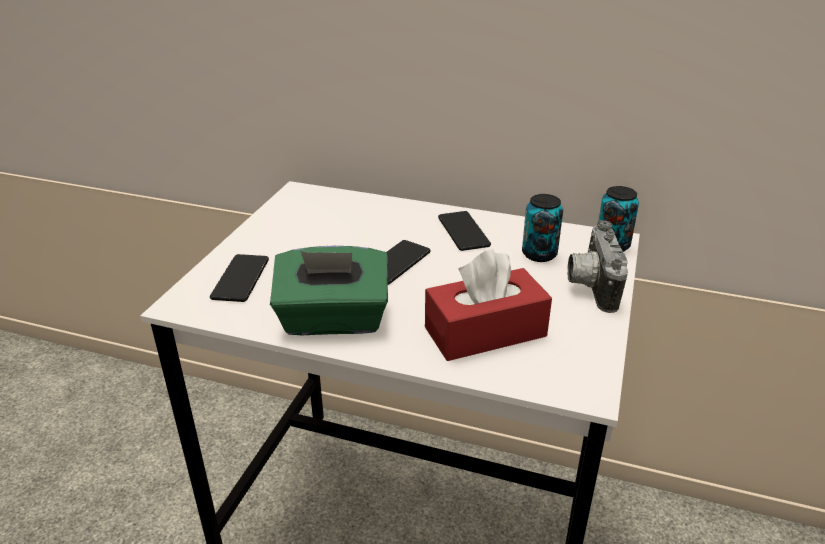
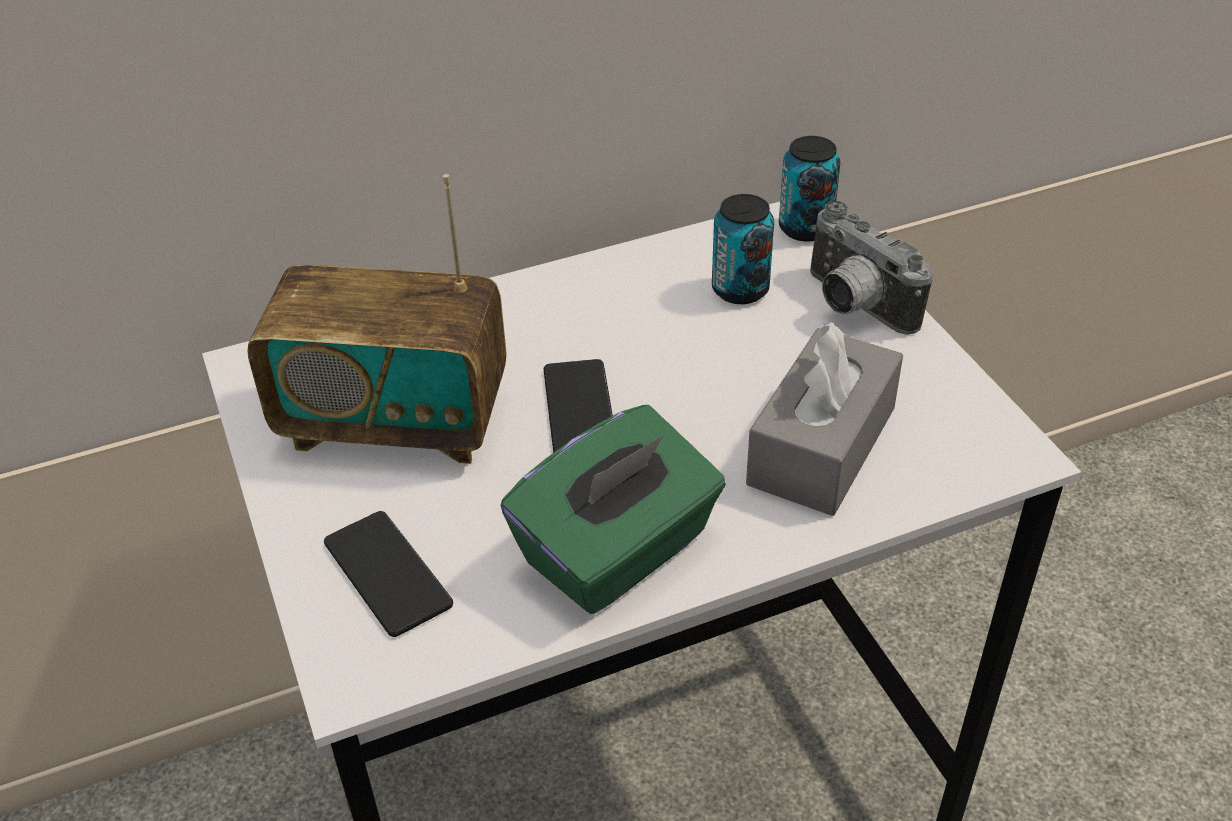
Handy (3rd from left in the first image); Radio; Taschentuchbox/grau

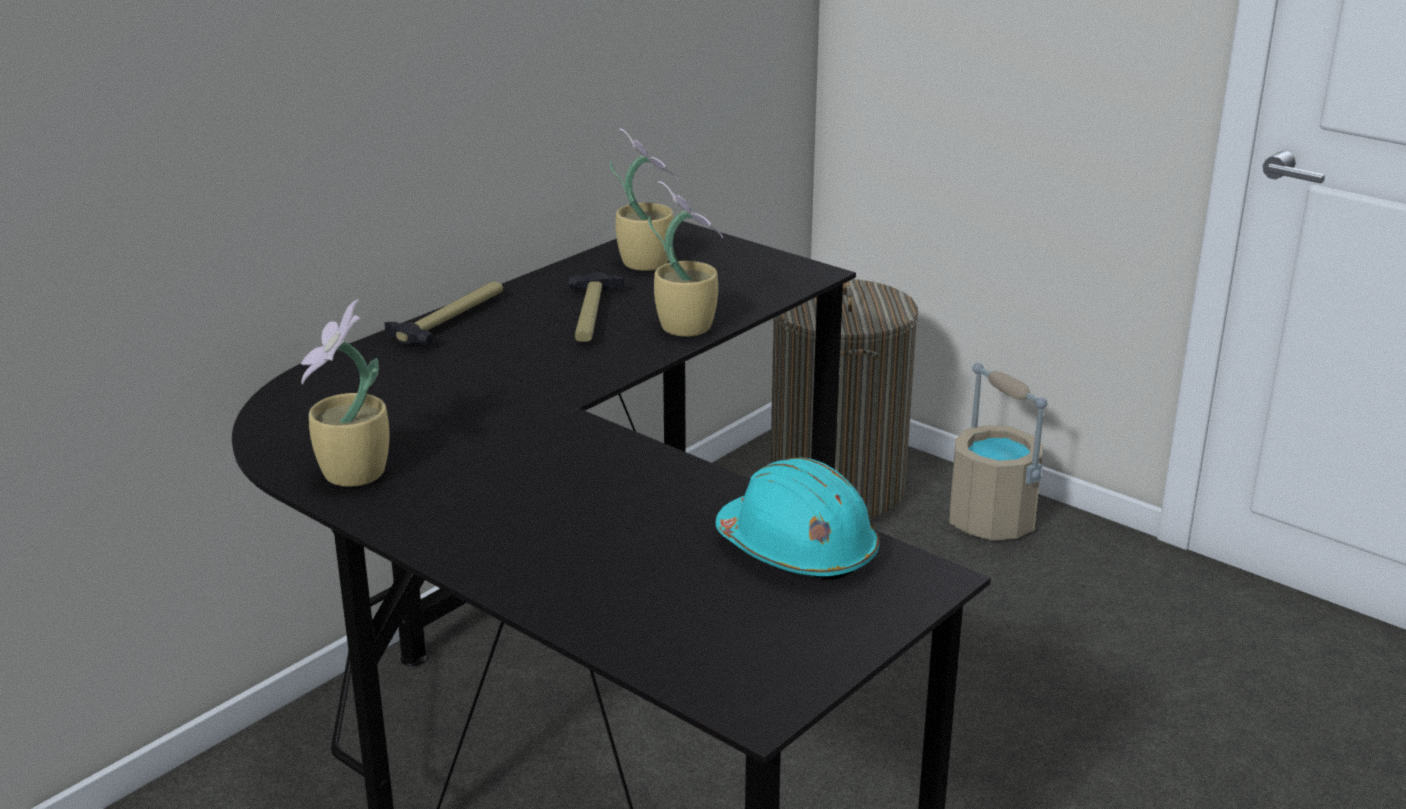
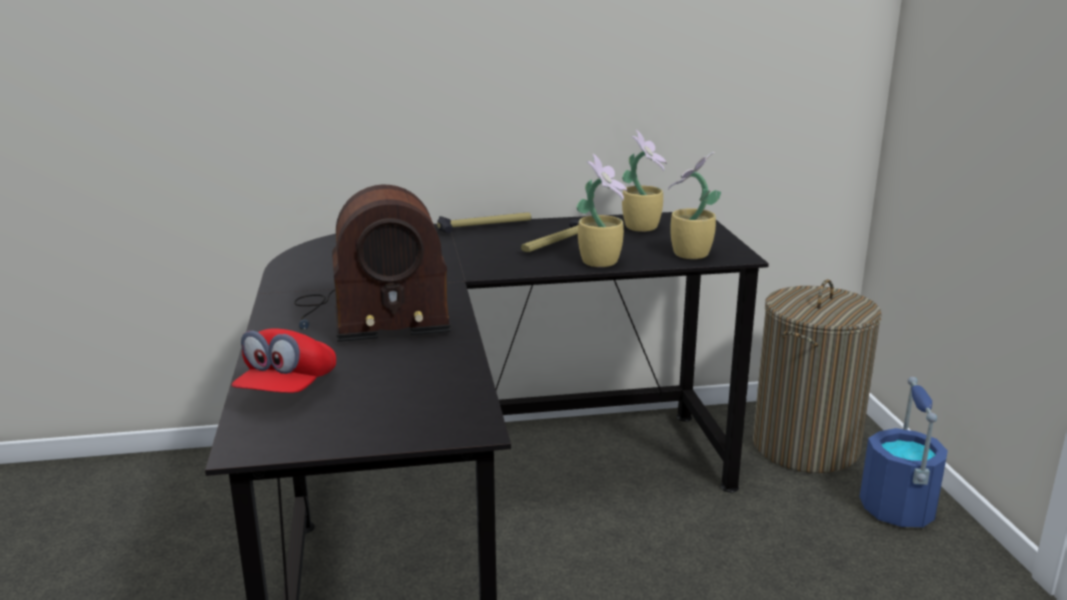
Schutzhelm/türkis; Kappe/rot; Radio; Topfpflanze (3rd from left); Eimer/blau

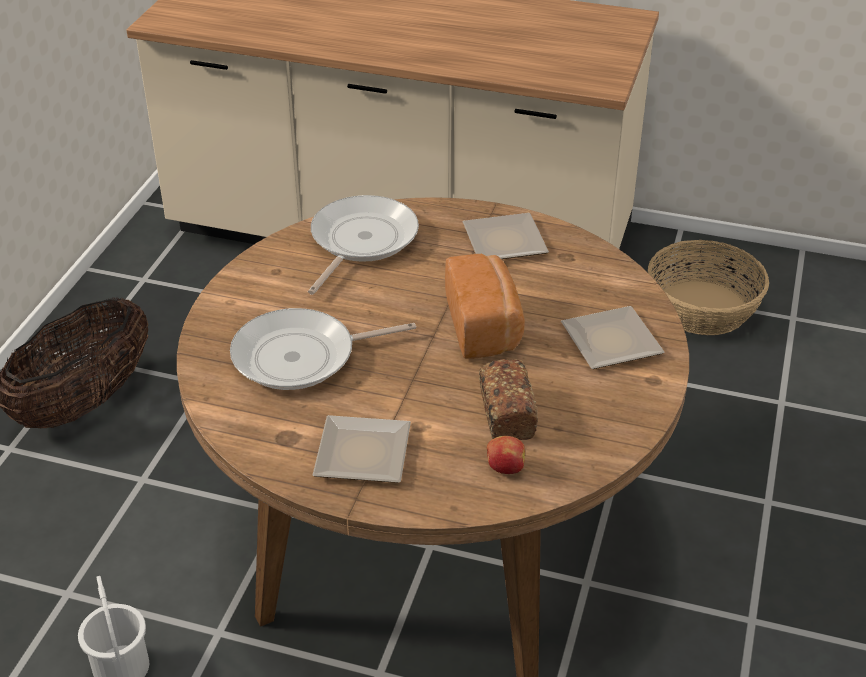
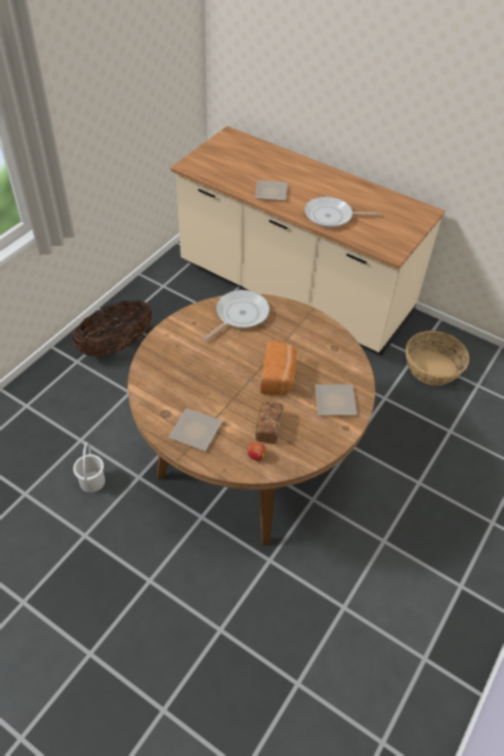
Pfanne (2nd from left); Teller (2nd from left)

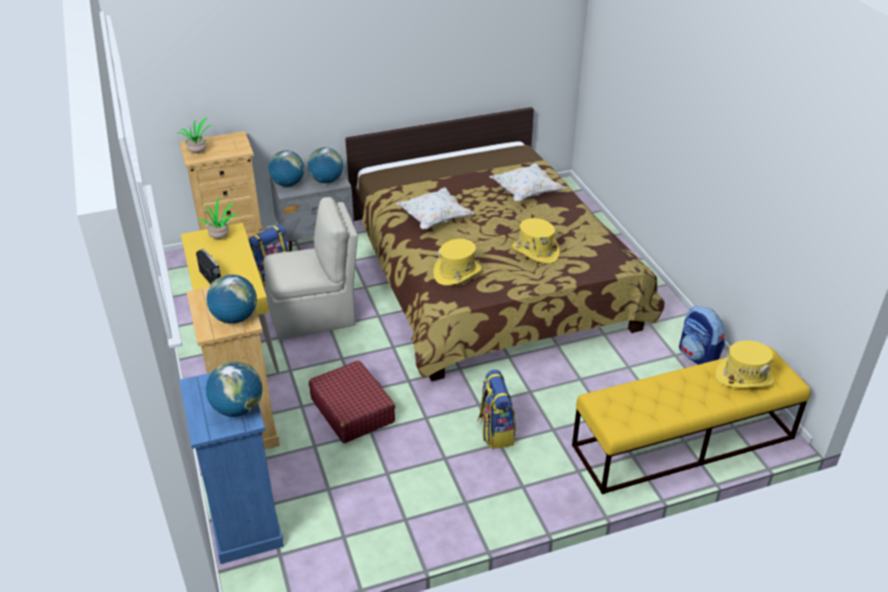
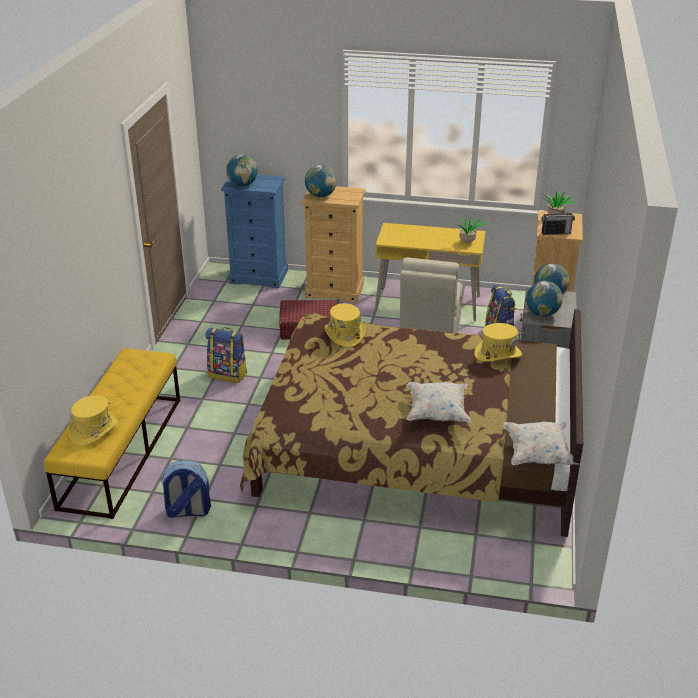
Radio; Kissen/weiß (2nd from left); Hut/gelb (3rd from left)

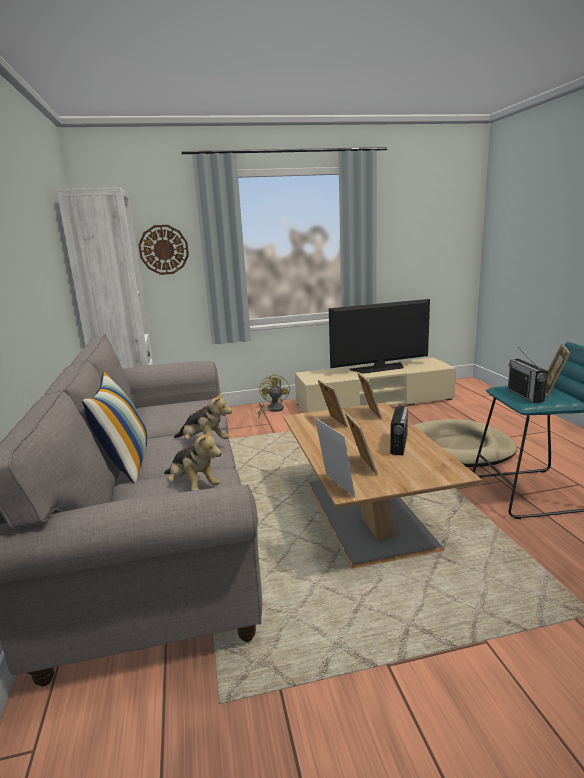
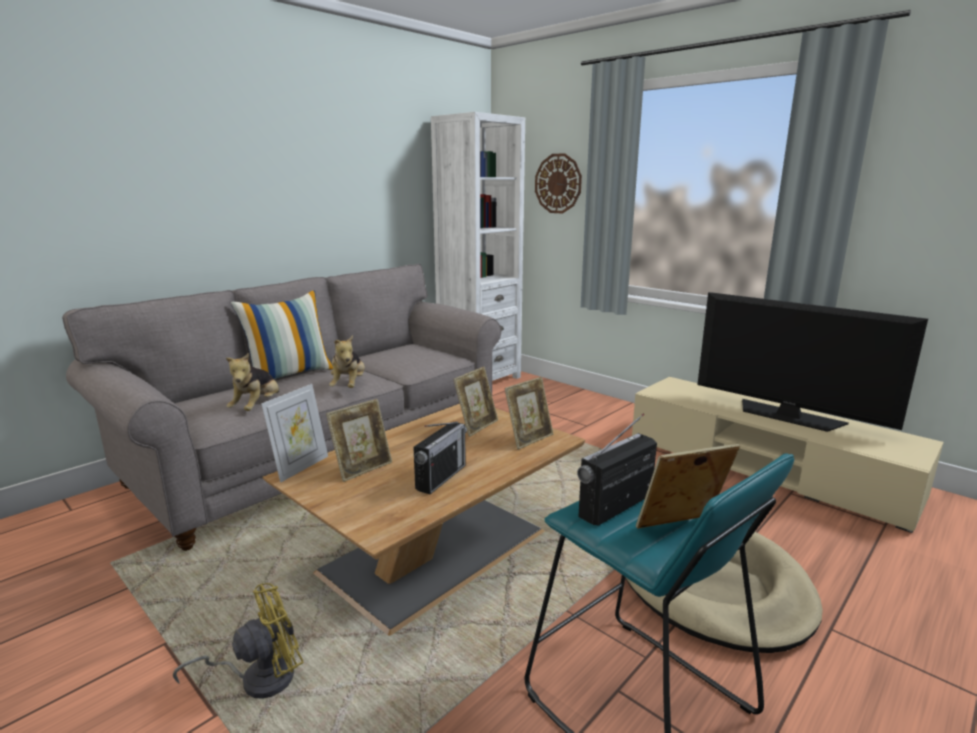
Ventilator/gelb; Radio (1st from left)

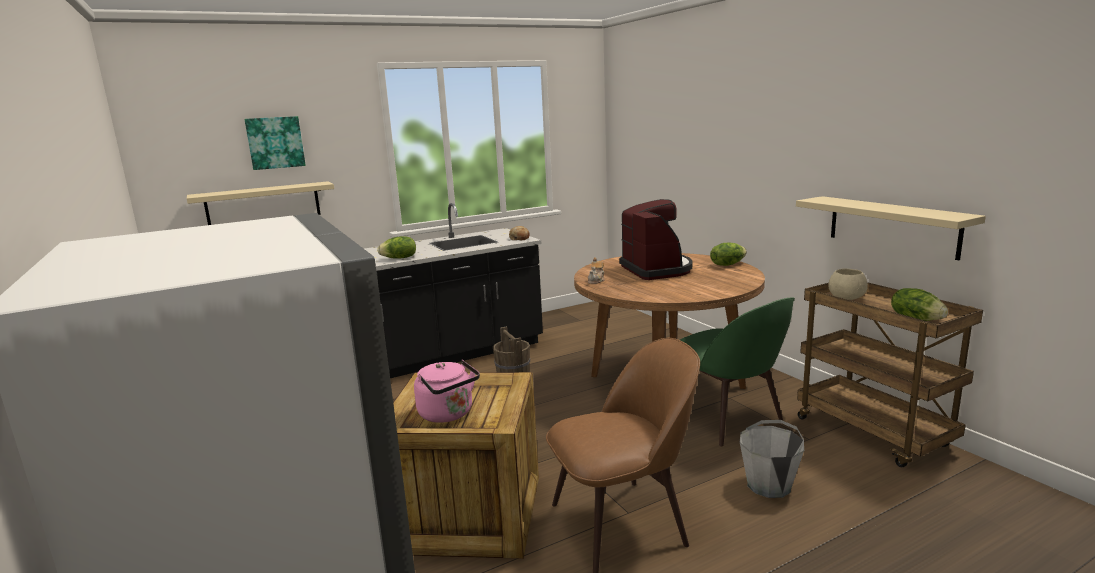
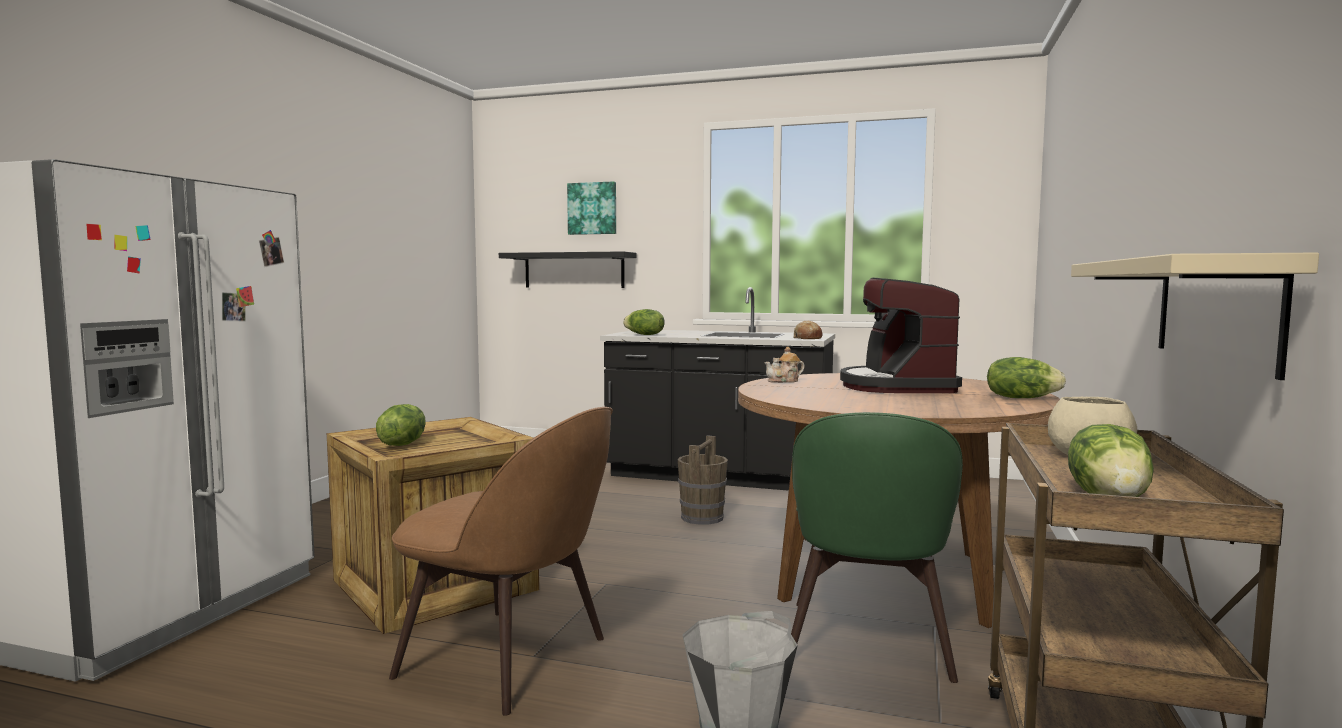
Salatkopf (1st from left); Wandregal/schwarz; Kaffeemaschine

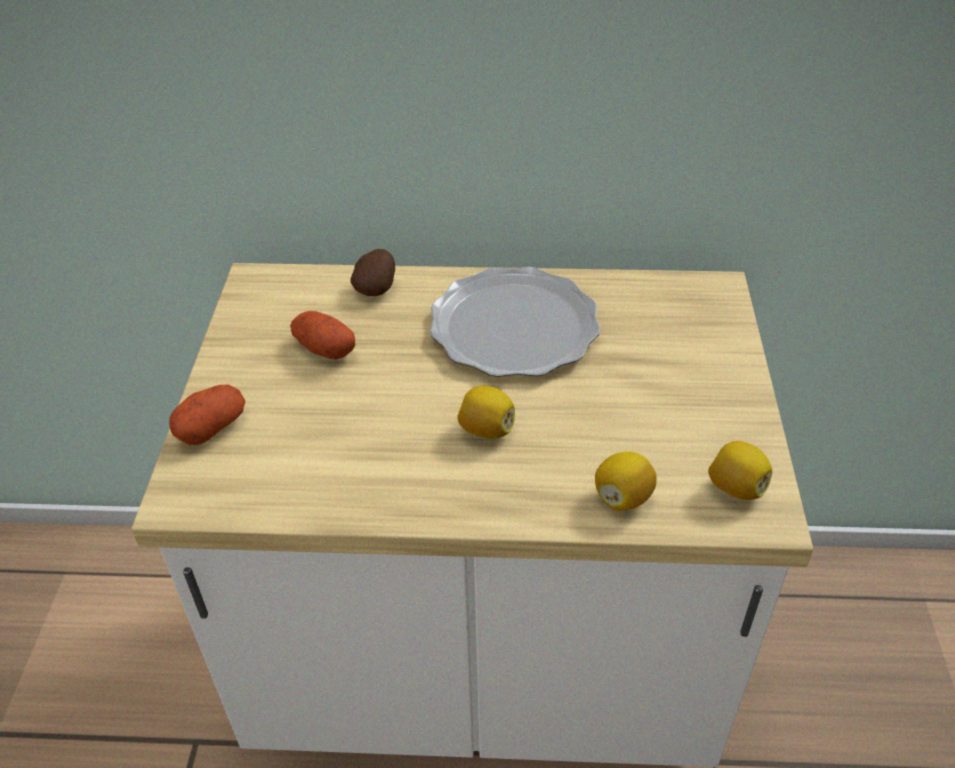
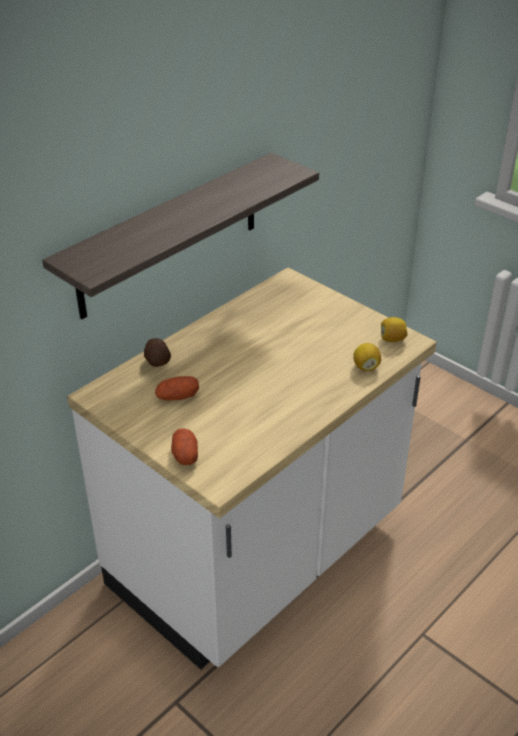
Teller; Zitrone (1st from left in the first image); Wandregal

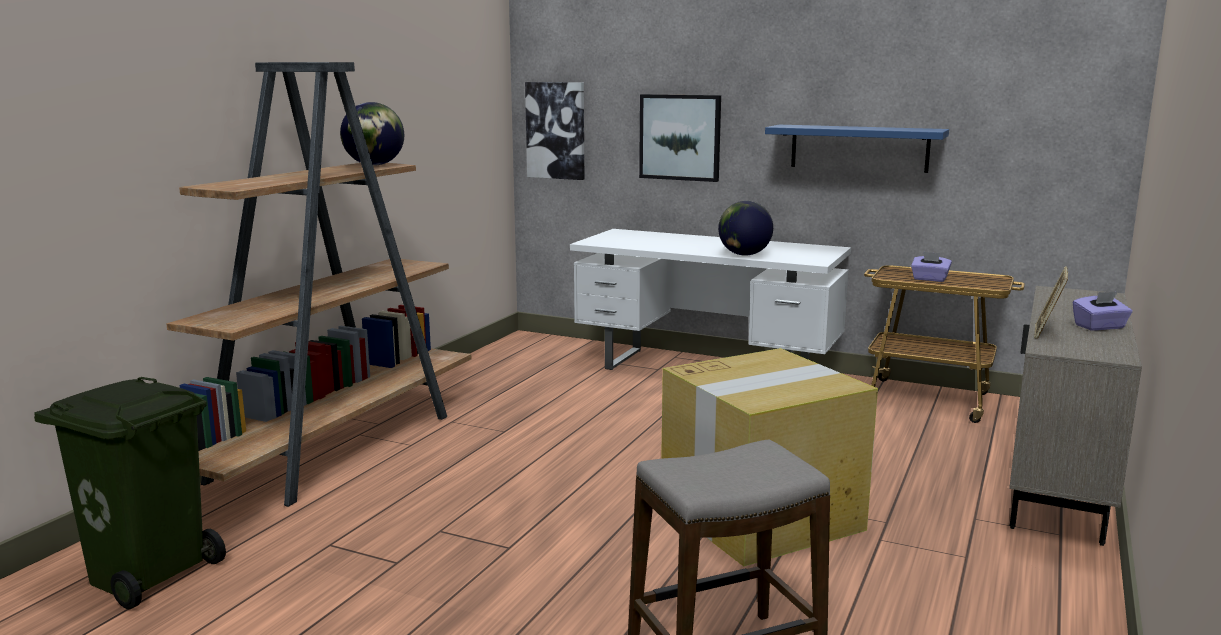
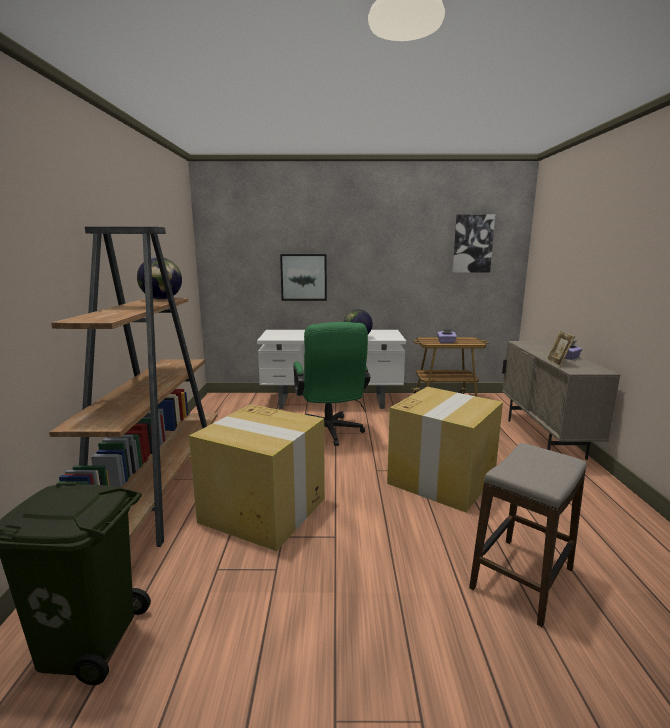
Wandregal/blau; Karton (1st from left); Bürostuhl/grün; Bild (2nd from left)

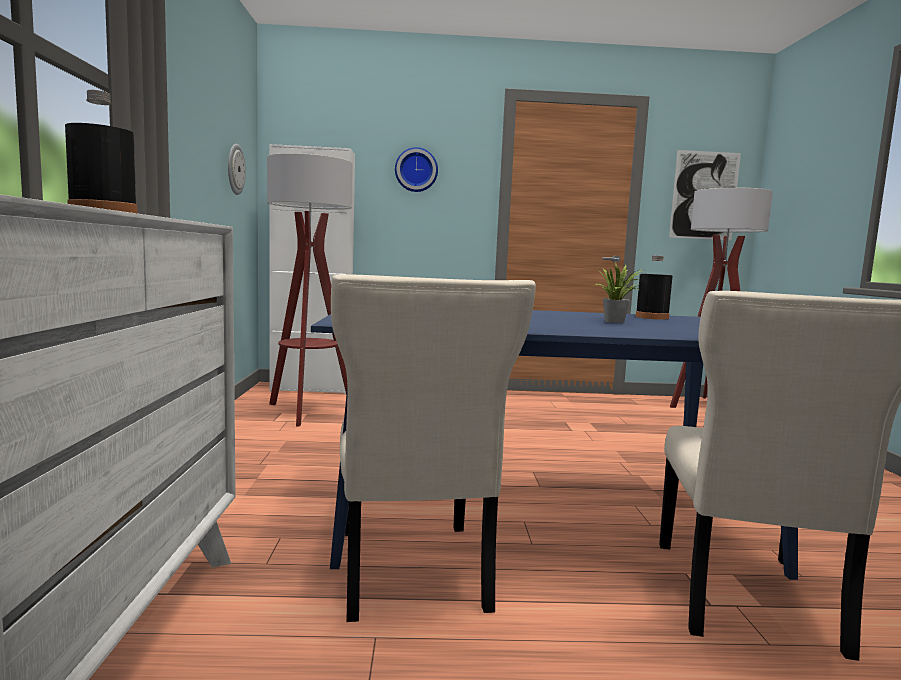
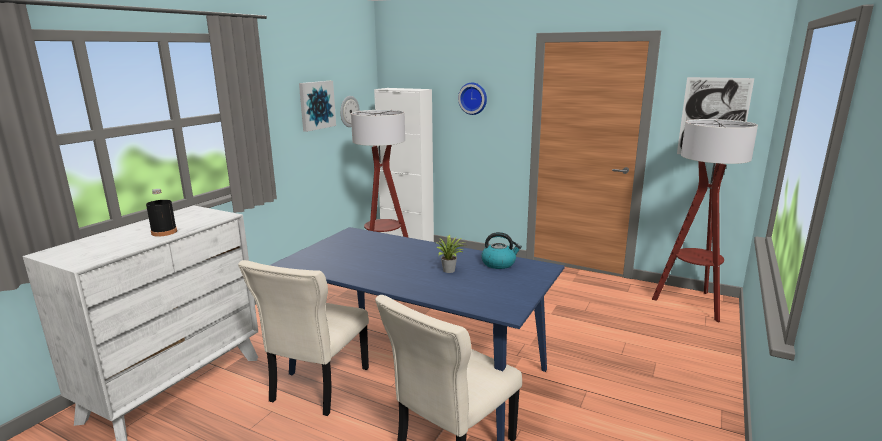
Bild (1st from left); Wasserkessel

